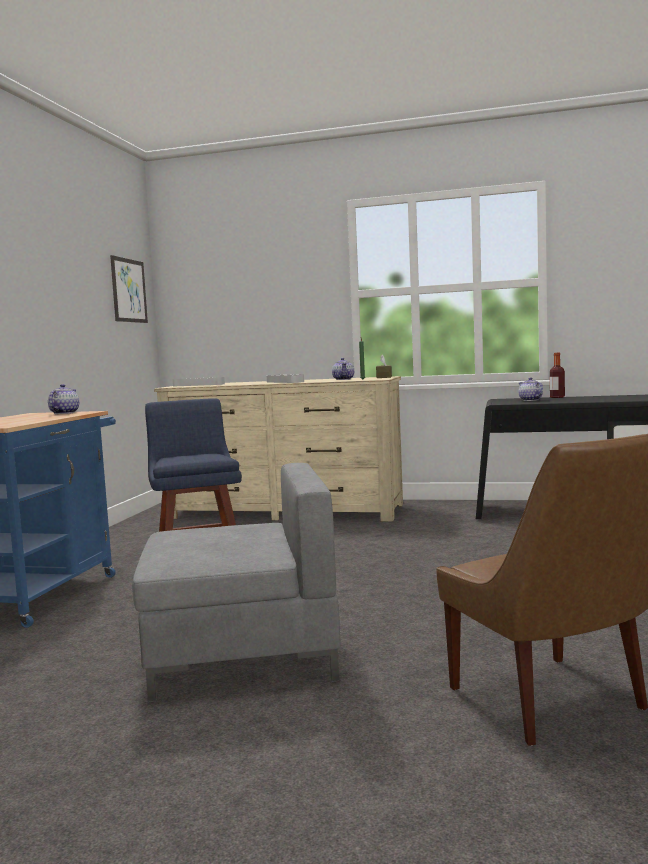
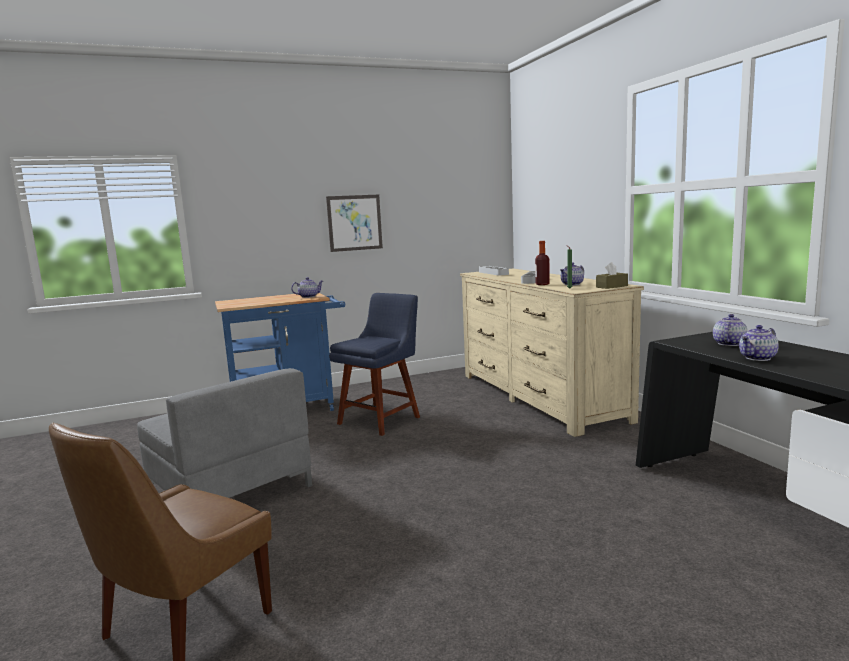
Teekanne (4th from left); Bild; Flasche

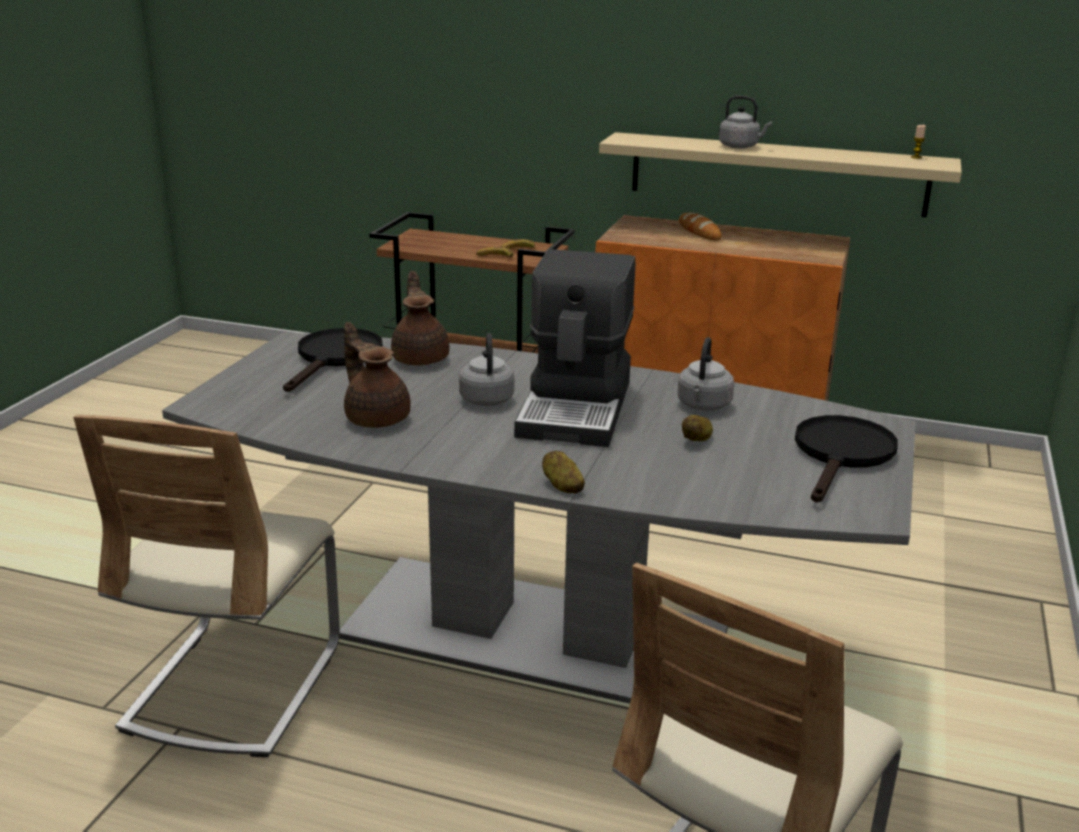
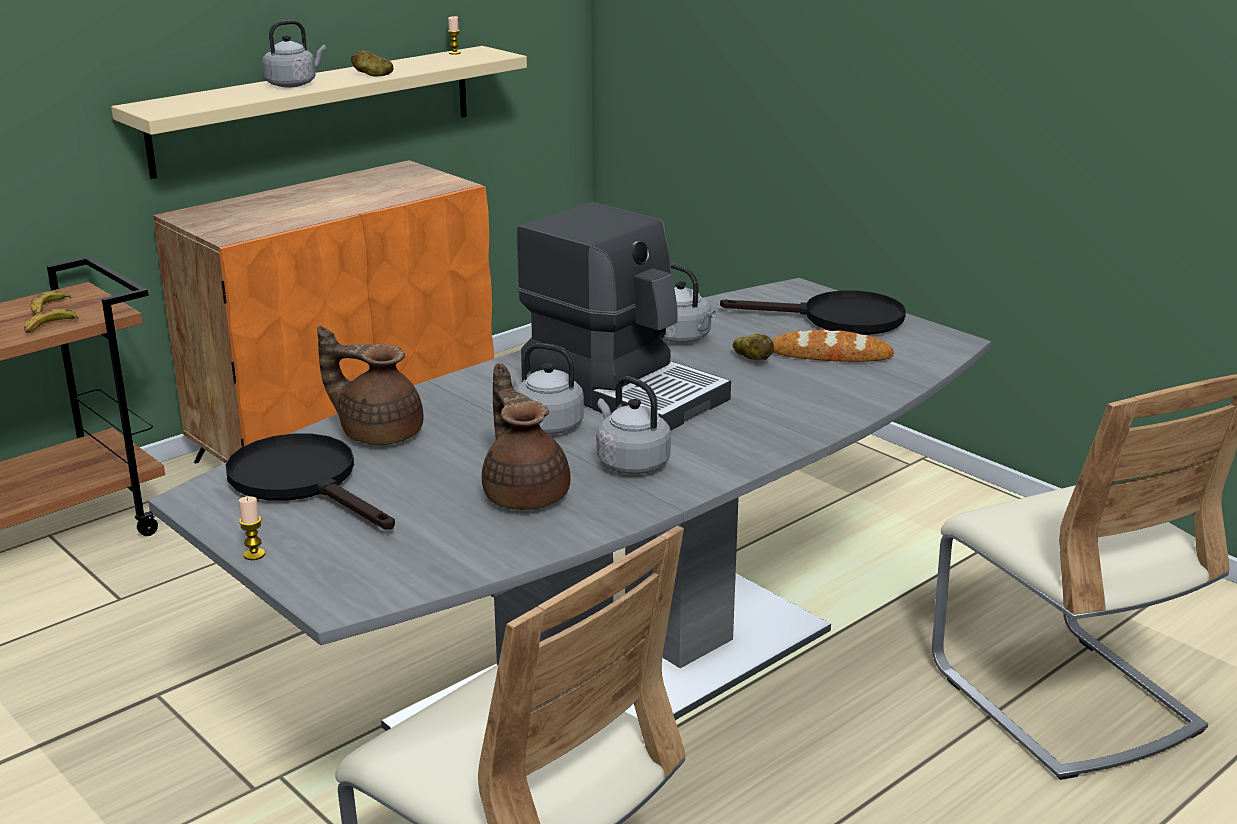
Kerze (1st from left); Wasserkessel/grau (3rd from left); Kartoffel (1st from left); Brot; Teekanne/braun (2nd from left); Pfanne/schwarz (2nd from left)

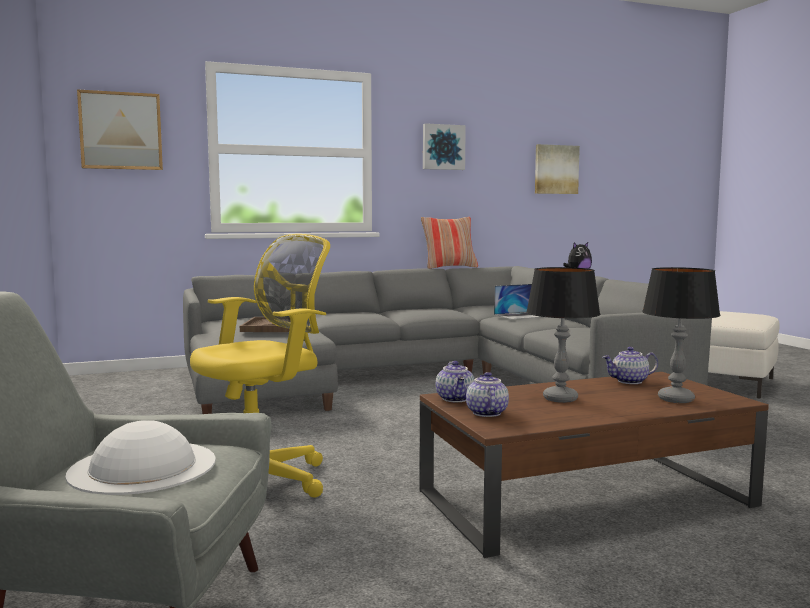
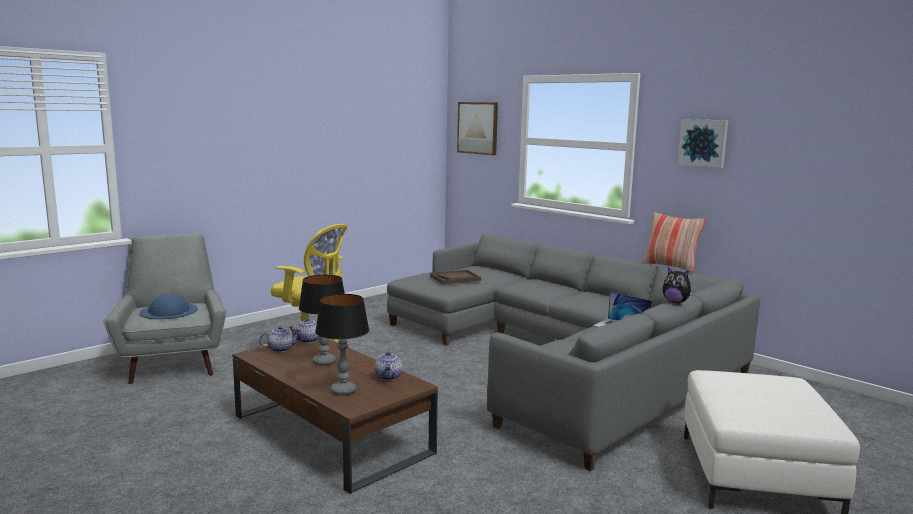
Bild (3rd from left in the first image); Hut/blau; Teekanne (3rd from left)

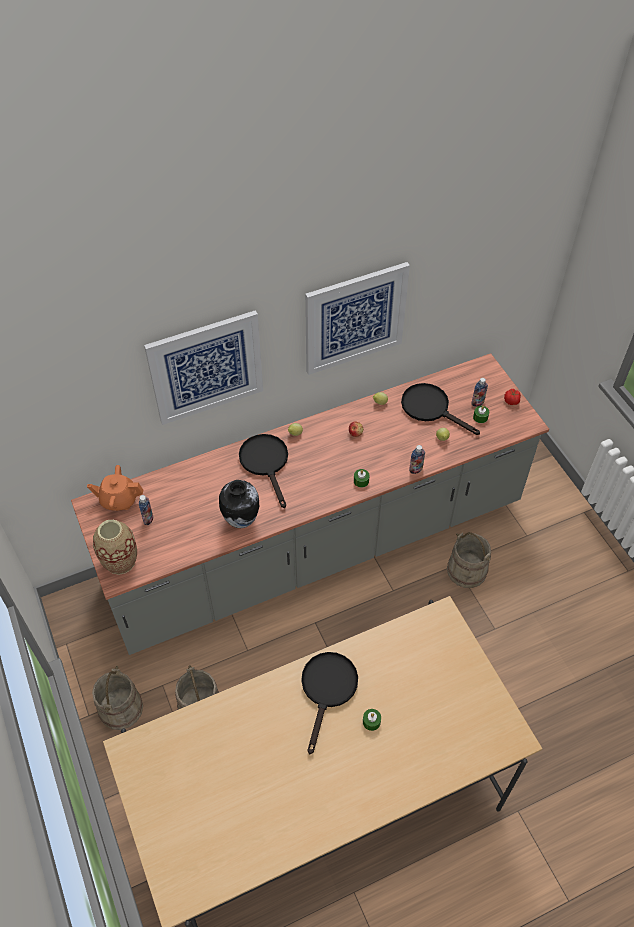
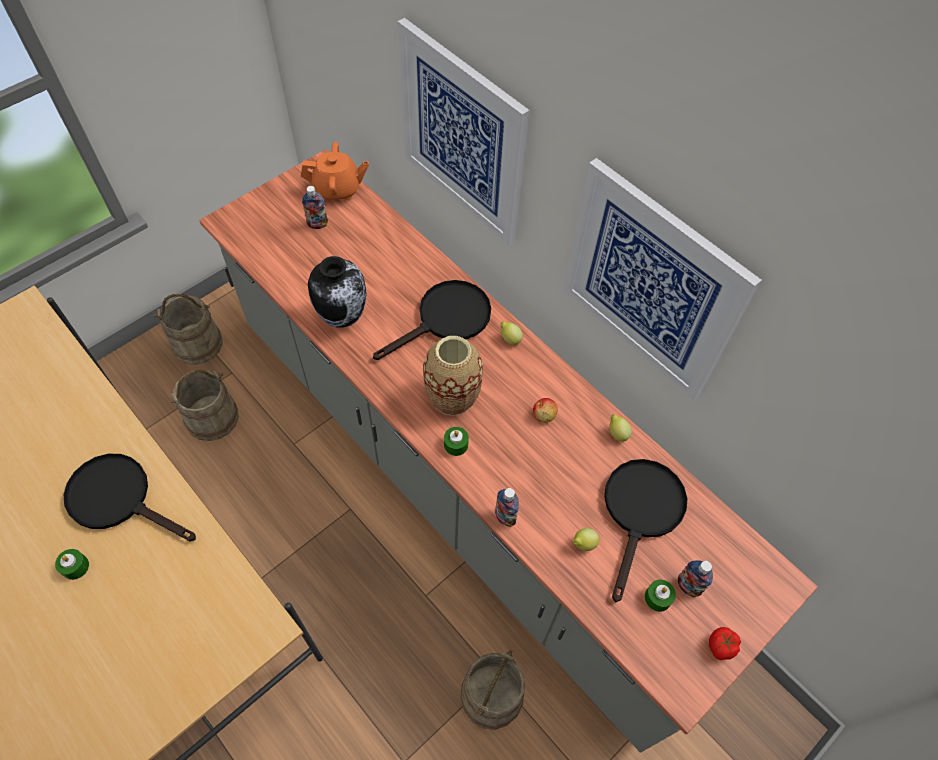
Vase (2nd from left); Teekanne/orange; Pfanne/schwarz (1st from left)

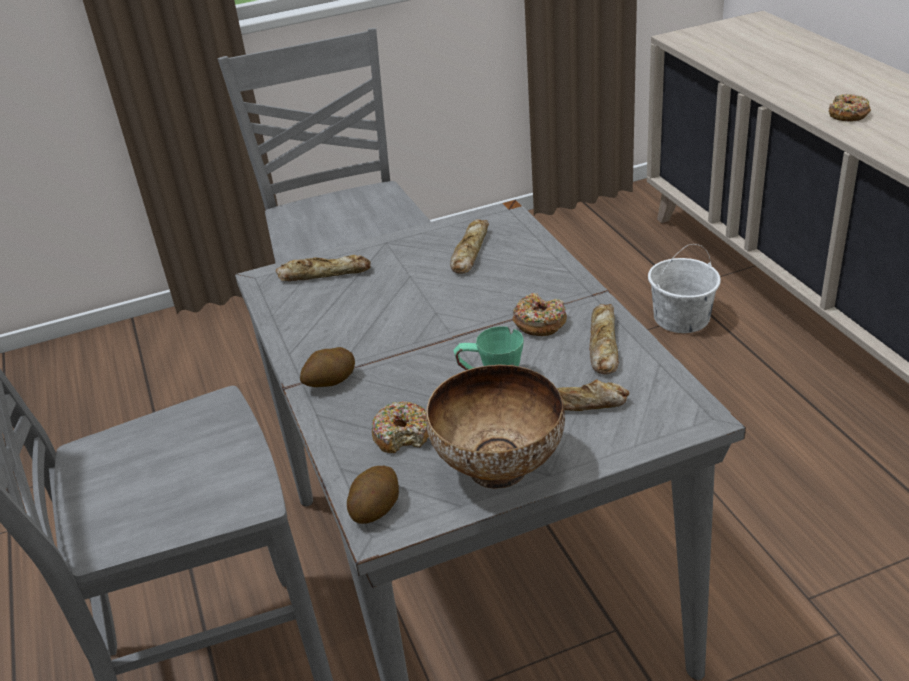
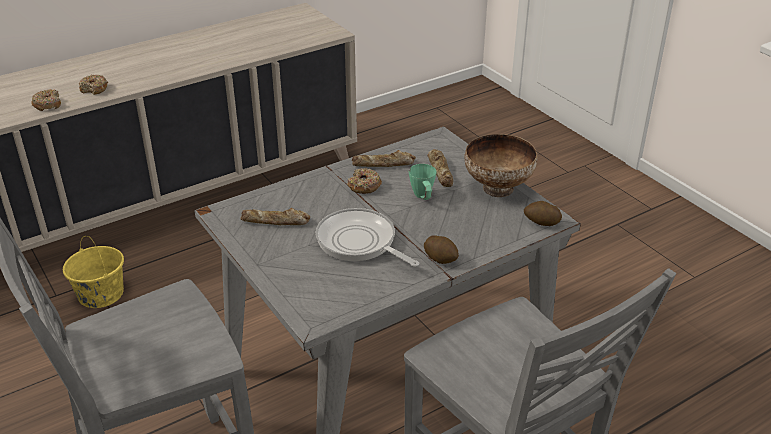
Brot (1st from left in the first image); Pfanne; Donut (1st from left); Eimer/gelb

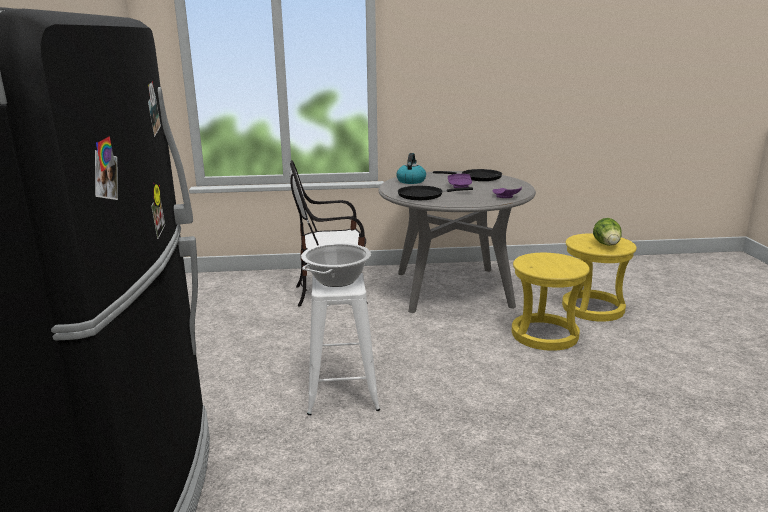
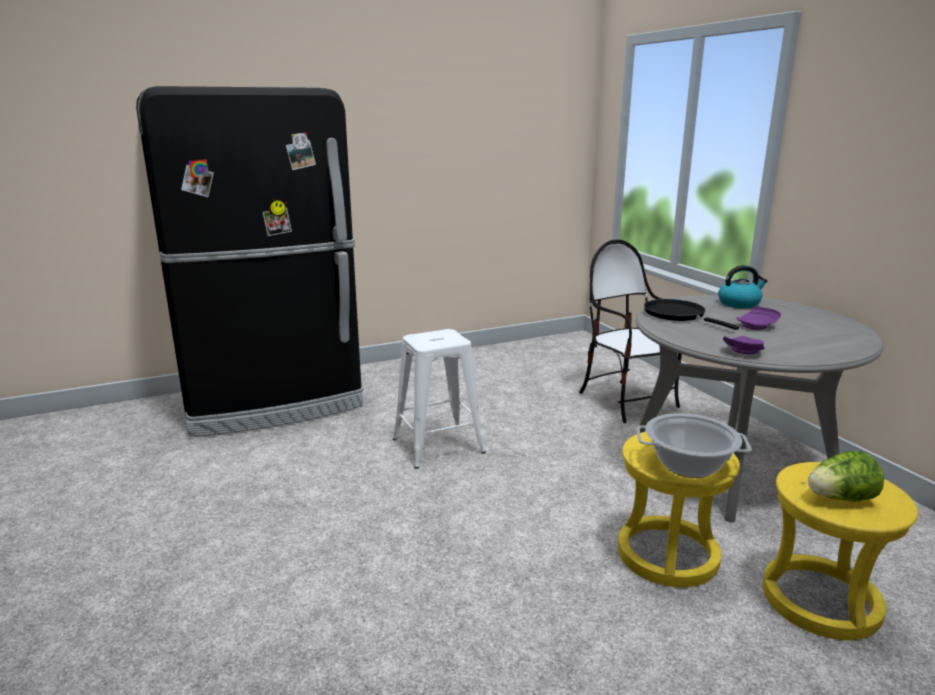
Pfanne/schwarz (2nd from left in the first image); Kochtopf

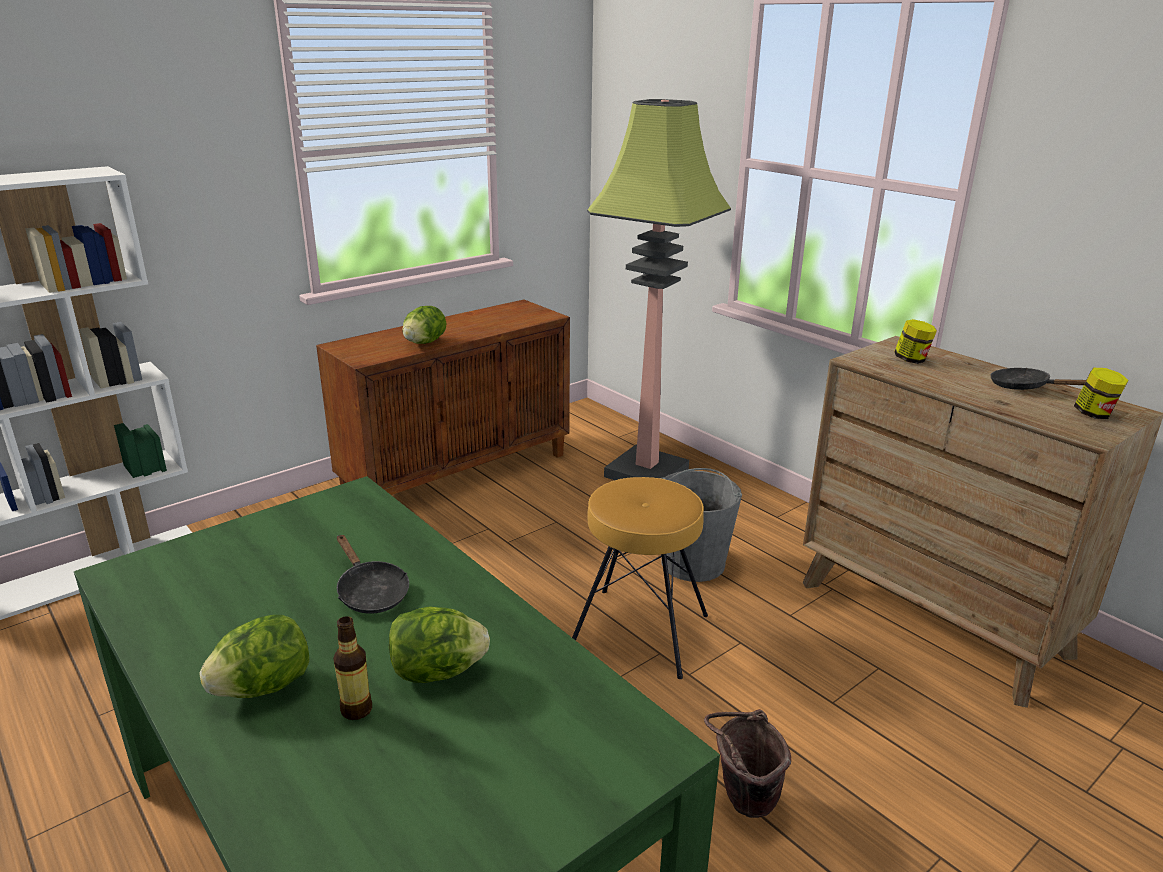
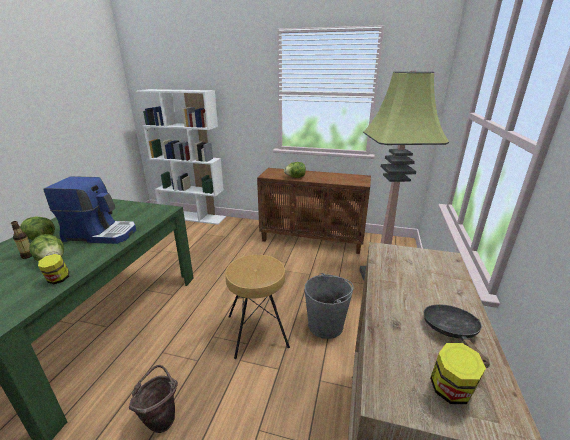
Vorratsglas (1st from left); Kaffeemaschine

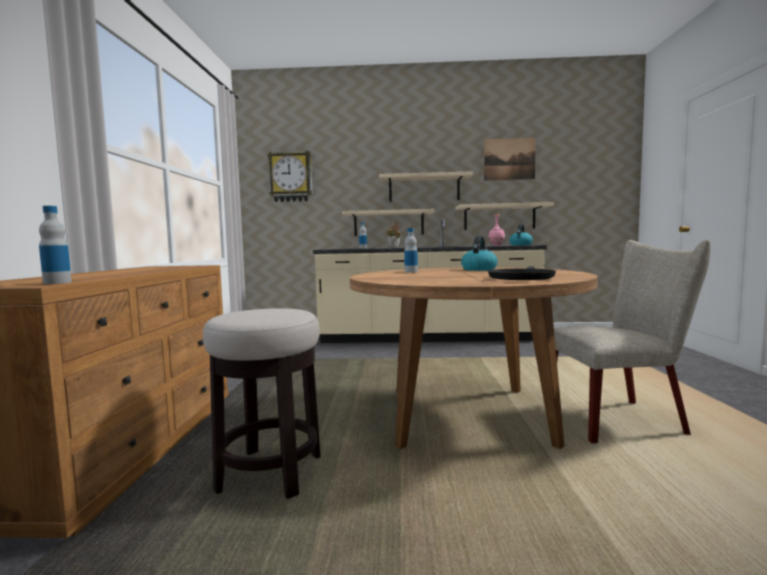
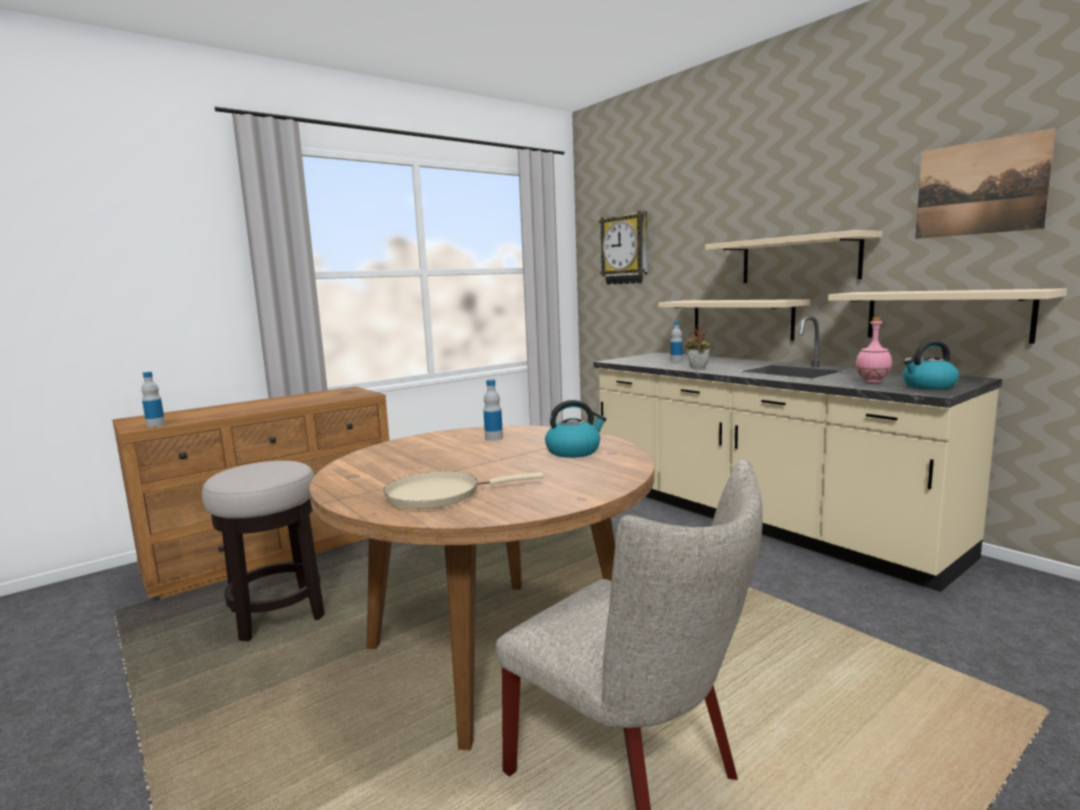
Pfanne/beige

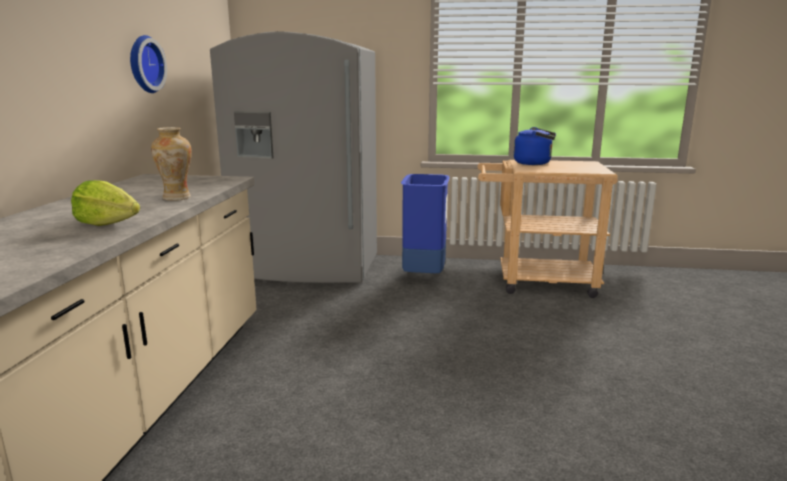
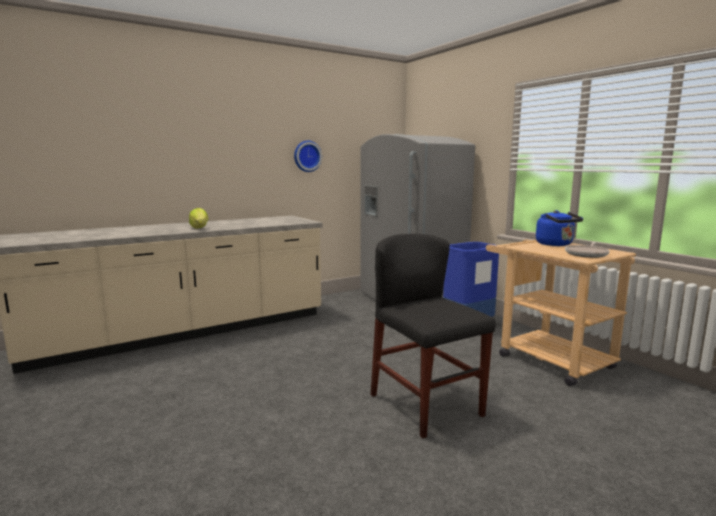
Vase; Stuhl/schwarz; Pfanne

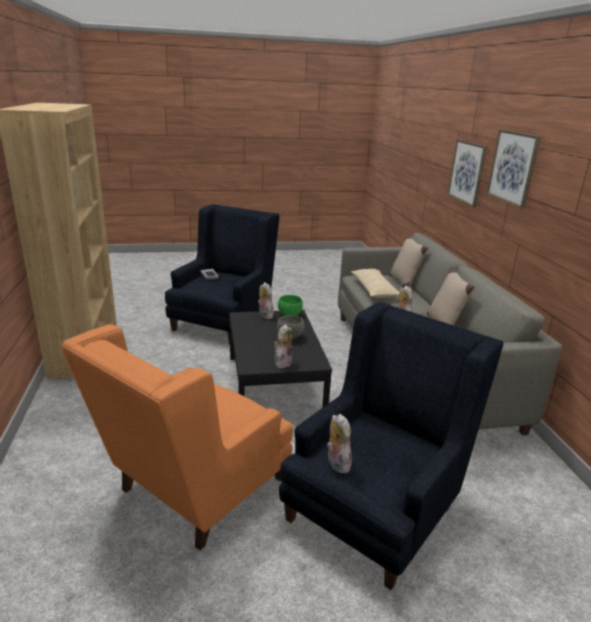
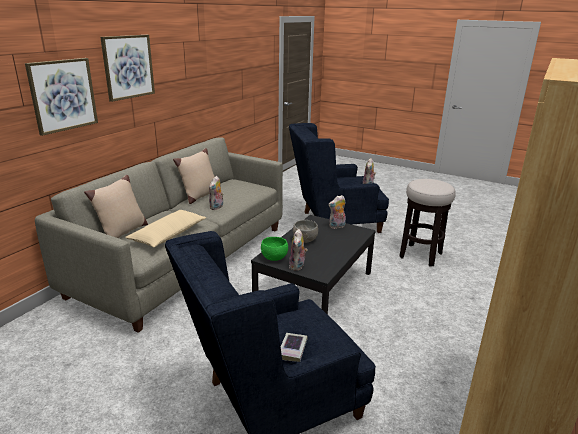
Hocker

